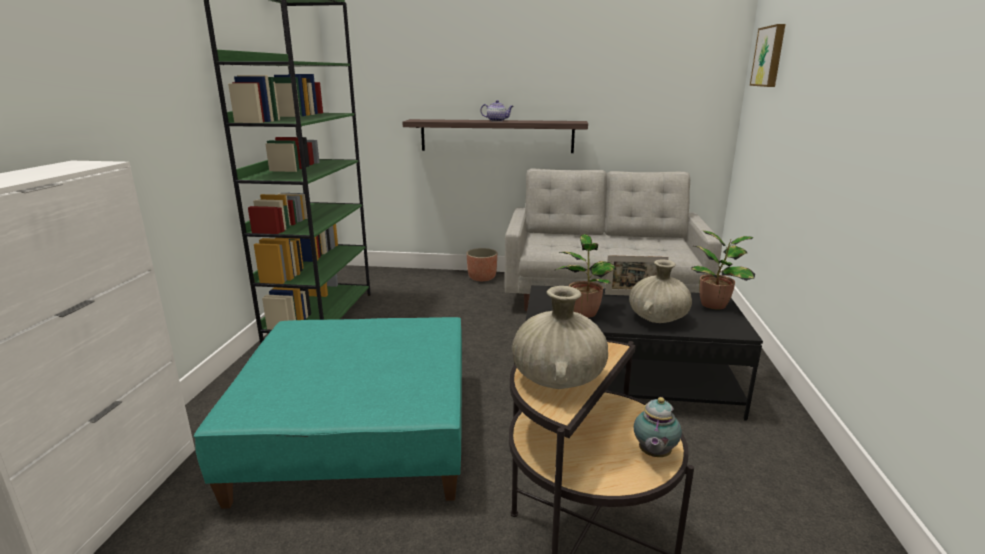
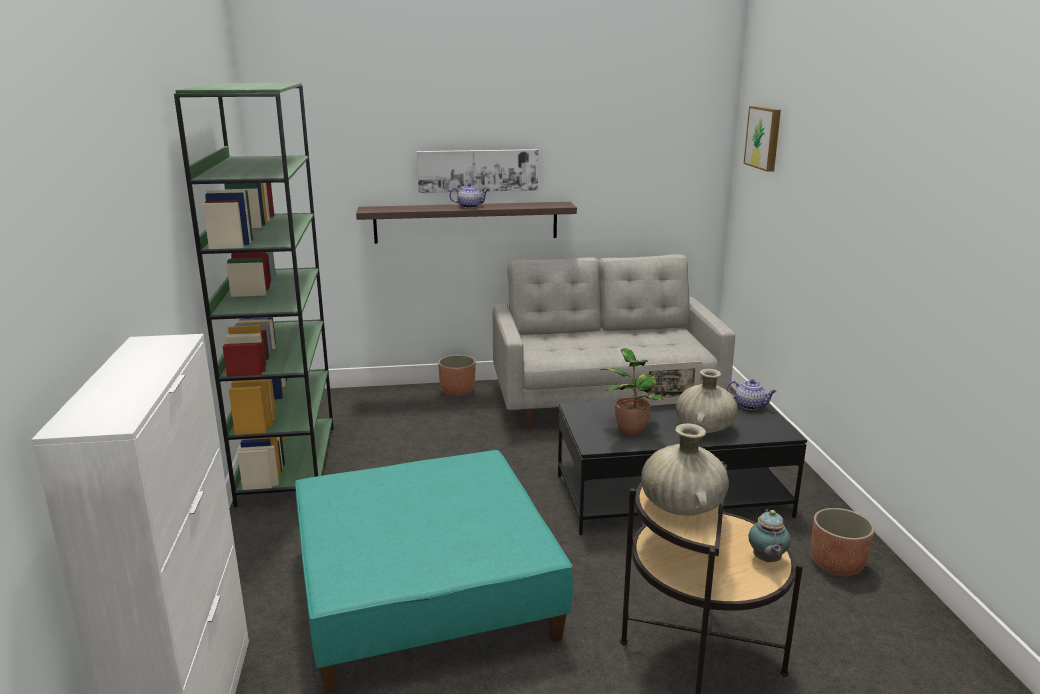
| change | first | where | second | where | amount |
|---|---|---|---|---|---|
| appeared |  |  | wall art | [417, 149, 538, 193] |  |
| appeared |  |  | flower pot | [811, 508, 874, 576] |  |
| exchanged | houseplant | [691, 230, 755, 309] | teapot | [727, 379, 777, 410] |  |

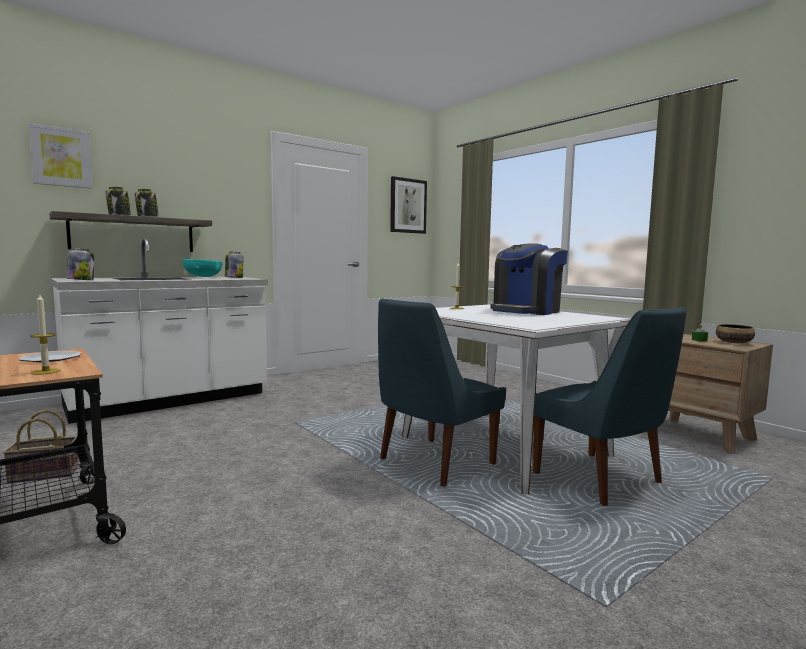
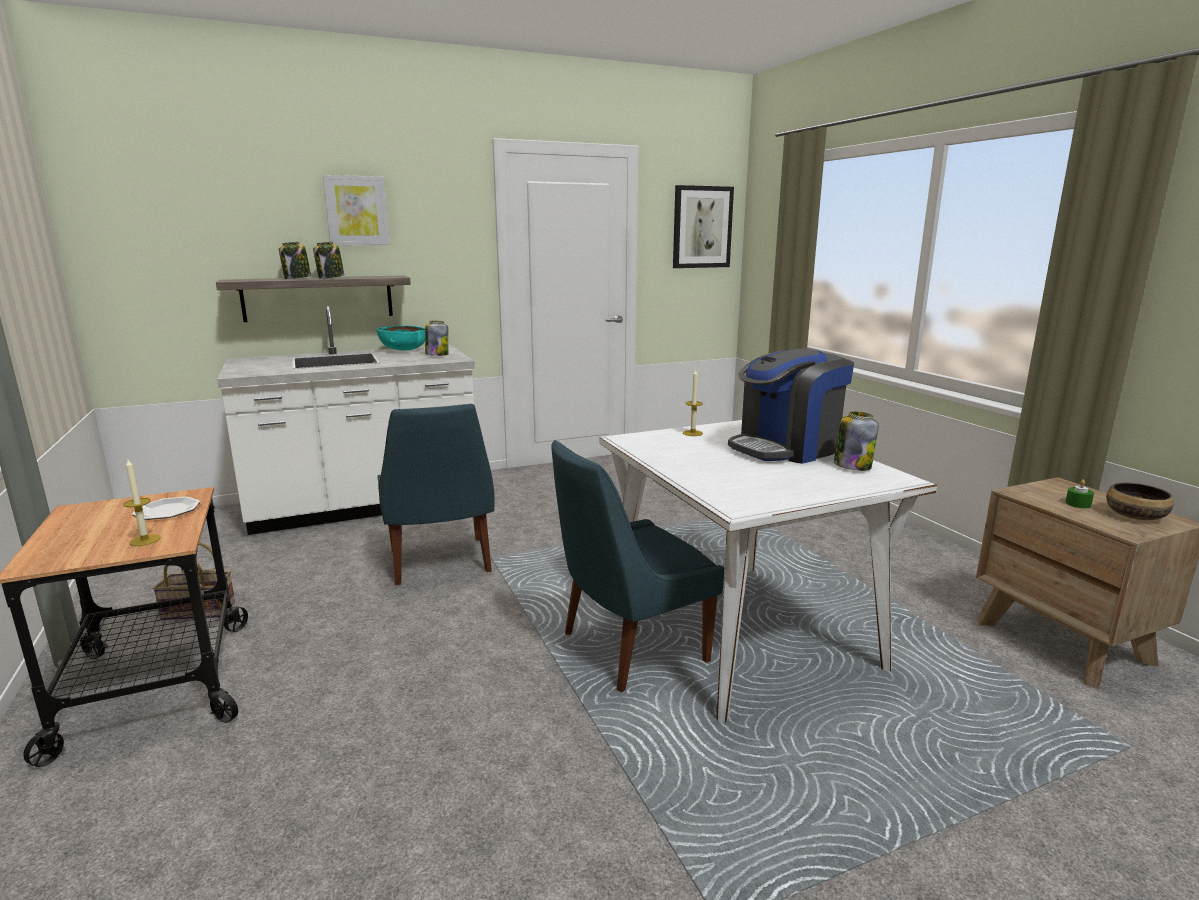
| change | first | where | second | where | amount |
|---|---|---|---|---|---|
| relocated | wall art | [29, 123, 92, 189] |  | [323, 175, 389, 245] |  |
| relocated | preserve jar | [67, 248, 94, 280] |  | [834, 412, 879, 471] |  |
| relocated | blue chair | [533, 307, 687, 506] |  | [377, 404, 495, 586] |  |

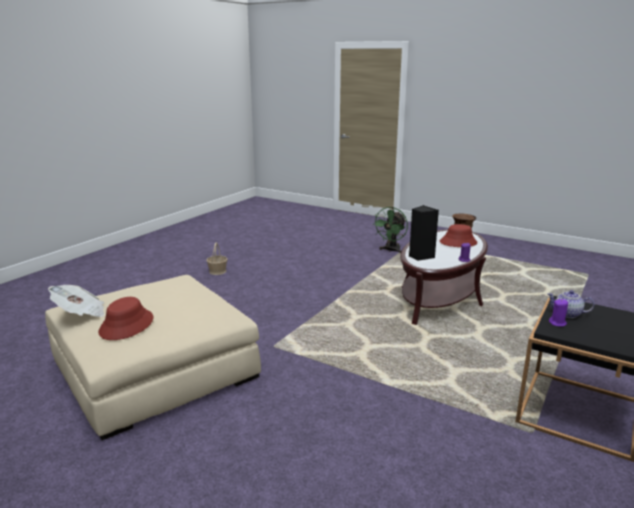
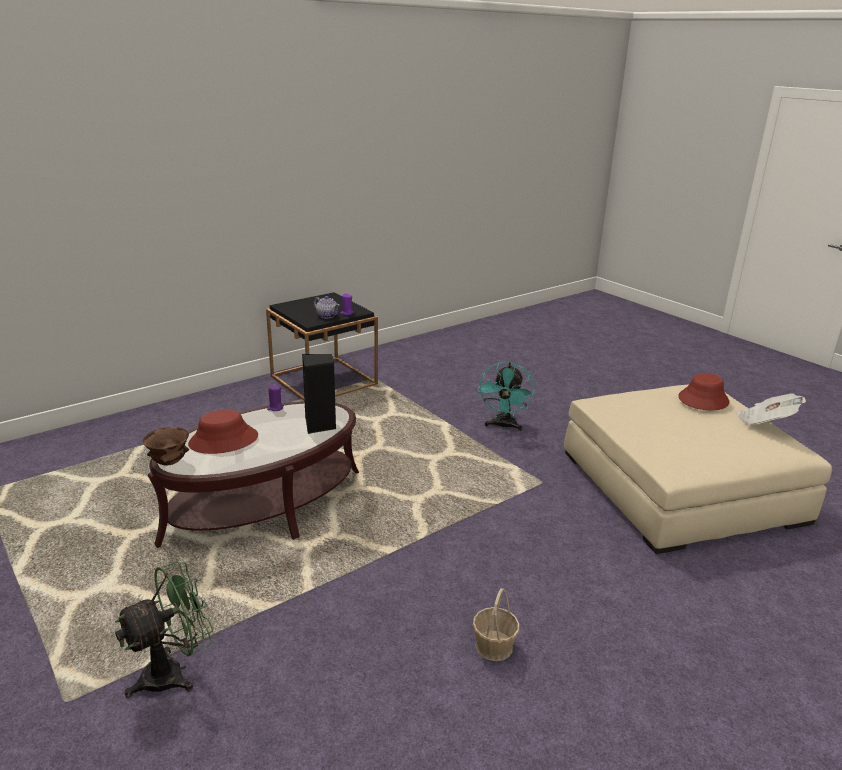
| change | first | where | second | where | amount |
|---|---|---|---|---|---|
| appeared |  |  | turquoise electric fan | [478, 362, 534, 431] |  |
| relocated | basket | [206, 242, 228, 275] |  | [473, 588, 520, 661] |  |

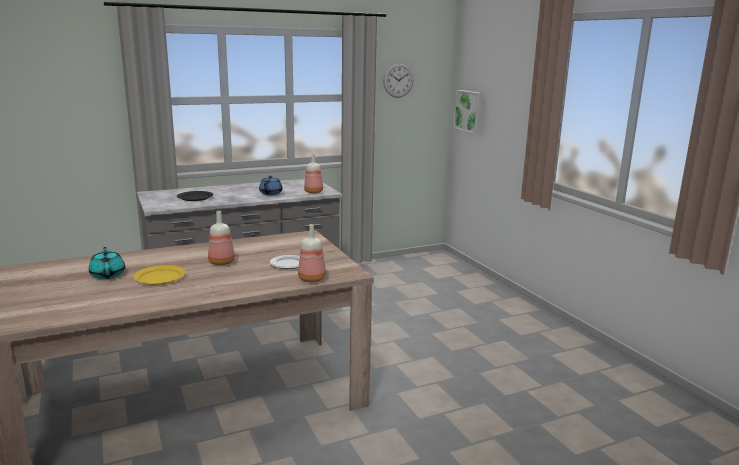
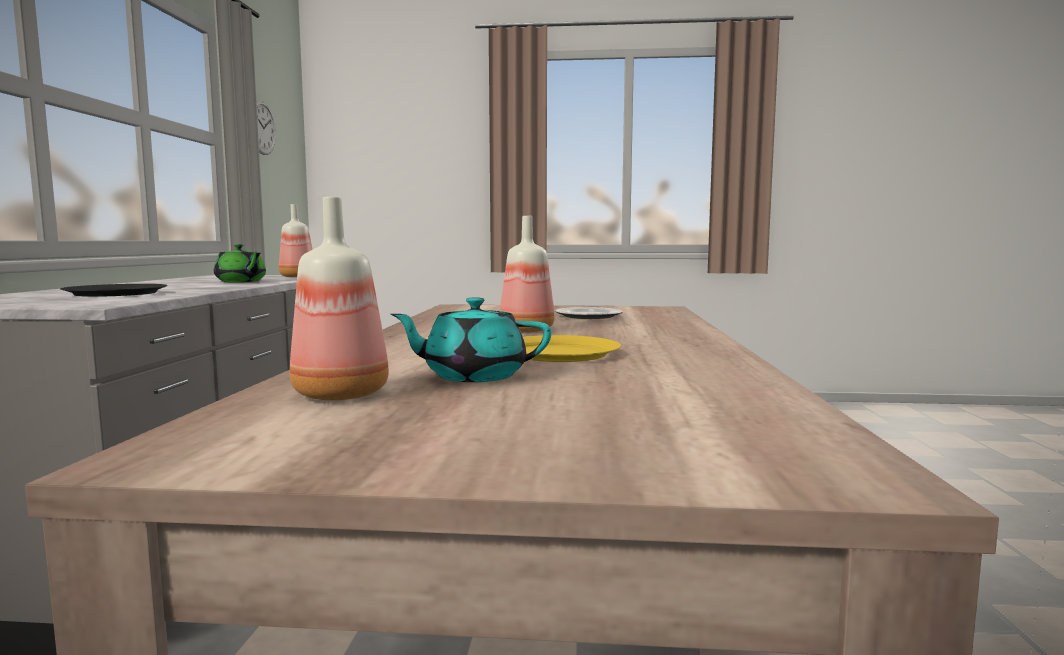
| change | first | where | second | where | amount |
|---|---|---|---|---|---|
| missing | wall art | [453, 90, 482, 134] |  |  |  |
| relocated | drink bottle | [298, 224, 326, 282] |  | [290, 197, 389, 400] |  |
| colour | blue teapot | [259, 176, 283, 195] | green-coloured teapot | [214, 244, 266, 282] |  |

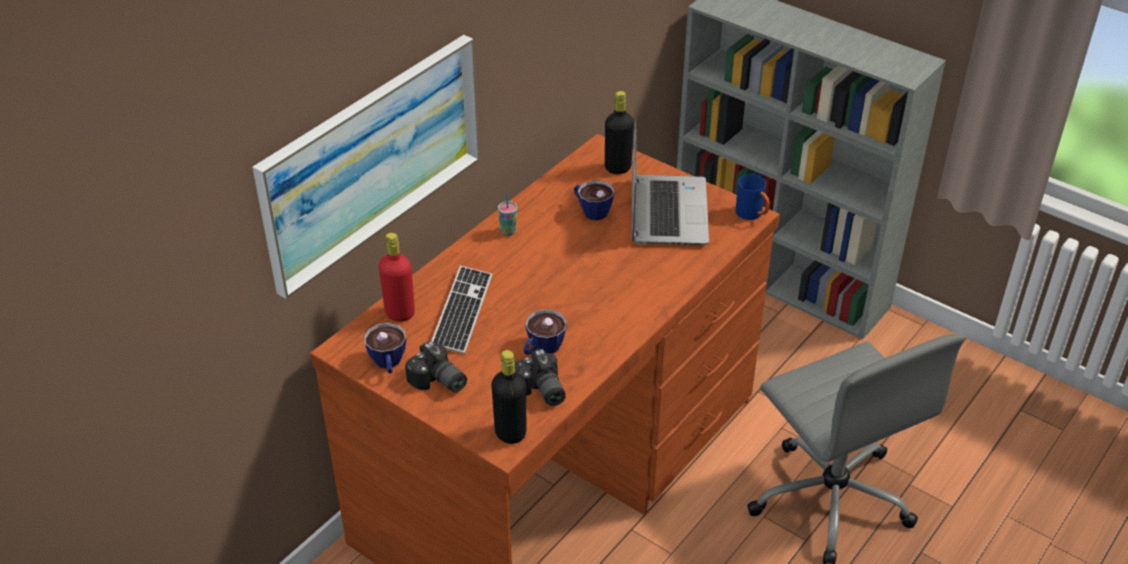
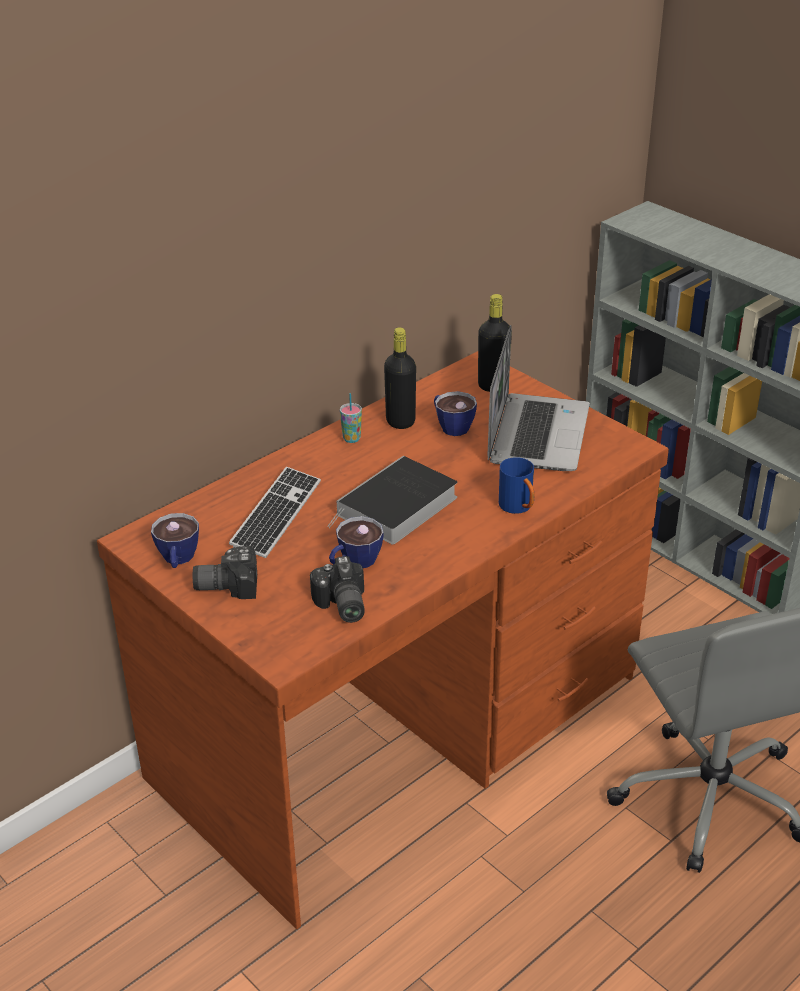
| change | first | where | second | where | amount |
|---|---|---|---|---|---|
| missing | wall art | [252, 35, 480, 299] |  |  |  |
| missing | red drink bottle | [379, 233, 415, 322] |  |  |  |
| appeared |  |  | book | [327, 456, 458, 544] |  |
| relocated | blackish drink bottle | [491, 350, 526, 444] |  | [384, 327, 416, 429] |  |
| relocated | blue mug | [736, 175, 770, 220] |  | [499, 457, 535, 514] |  |
| spun | photo camera | [405, 341, 467, 393] |  | [193, 546, 257, 599] | 120 degrees clockwise |

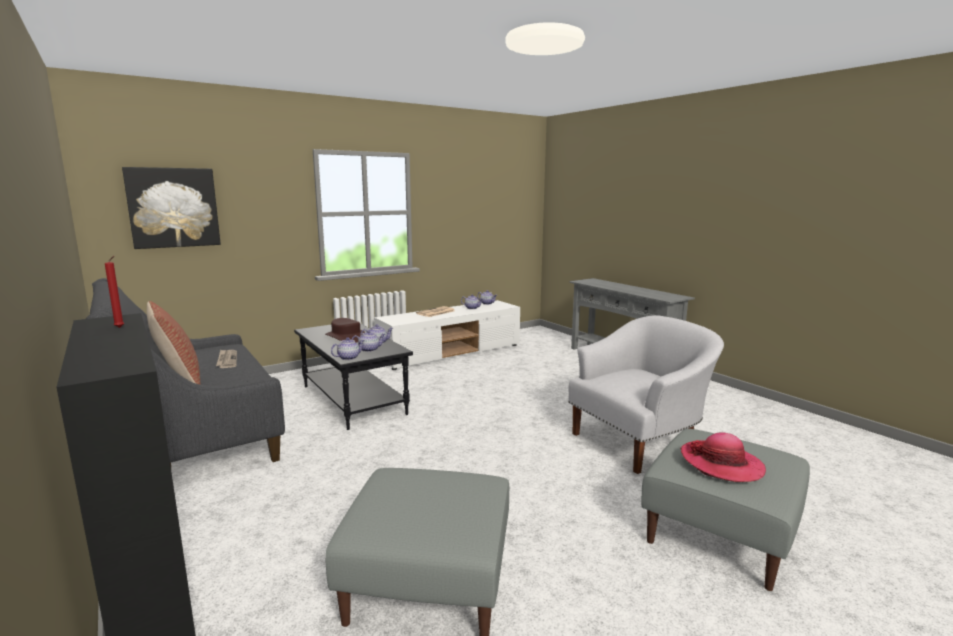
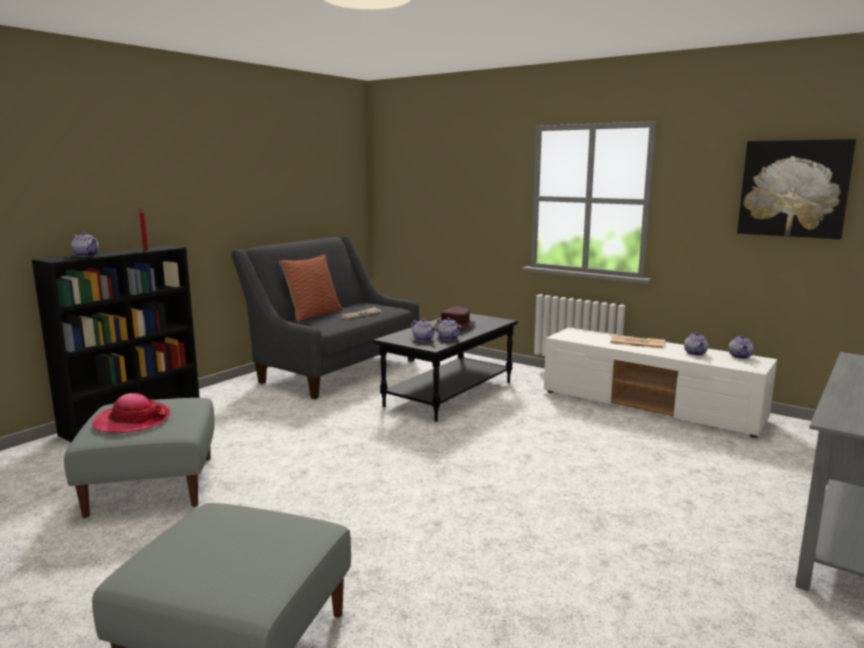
| change | first | where | second | where | amount |
|---|---|---|---|---|---|
| missing | white-coloured armchair | [568, 315, 724, 474] |  |  |  |
| relocated | wall art | [122, 167, 221, 249] |  | [737, 139, 856, 239] |  |
| relocated | teapot | [331, 337, 364, 360] |  | [71, 232, 99, 257] |  |
| relocated | wearable hat | [680, 432, 766, 482] |  | [92, 393, 170, 433] |  |

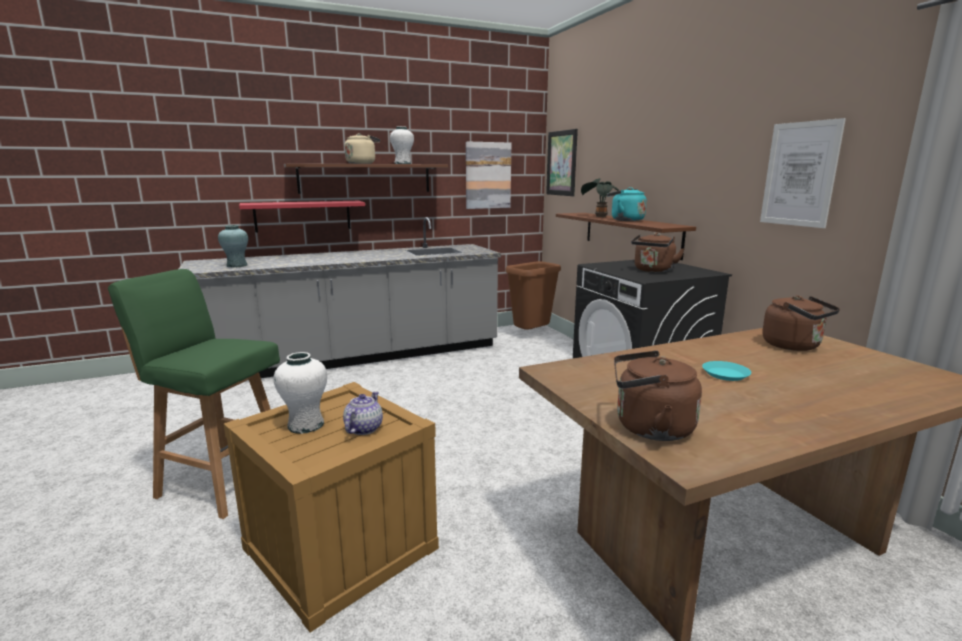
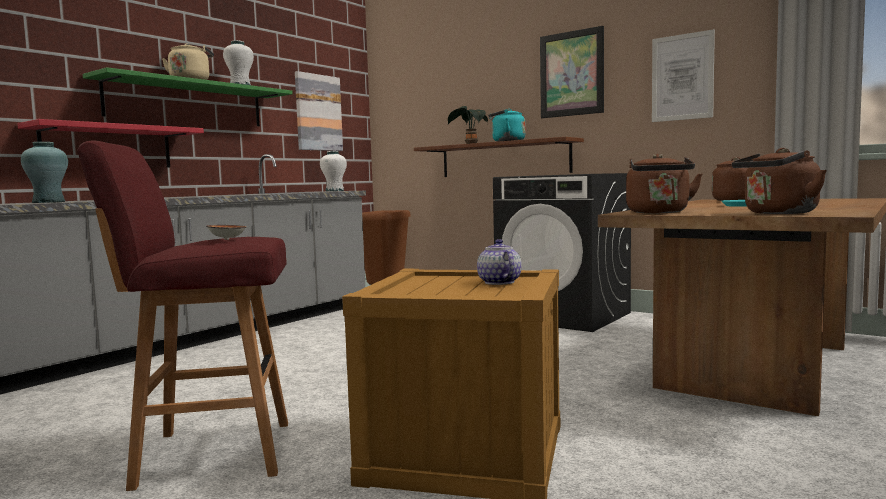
| change | first | where | second | where | amount |
|---|---|---|---|---|---|
| appeared |  |  | deep dish | [206, 225, 247, 240] |  |
| relocated | white-coloured flower vase | [274, 352, 327, 434] |  | [320, 151, 347, 191] |  |
| relocated | wall art | [546, 129, 578, 196] |  | [540, 26, 604, 118] |  |
| relocated | brown-coloured tea kettle | [631, 233, 684, 272] |  | [626, 154, 702, 213] |  |
| colour | green-coloured stool seat | [108, 269, 280, 519] | red stool seat | [78, 140, 288, 491] |  |
| colour | brown-coloured wall shelf | [284, 163, 448, 194] | green-coloured wall shelf | [83, 67, 293, 126] |  |

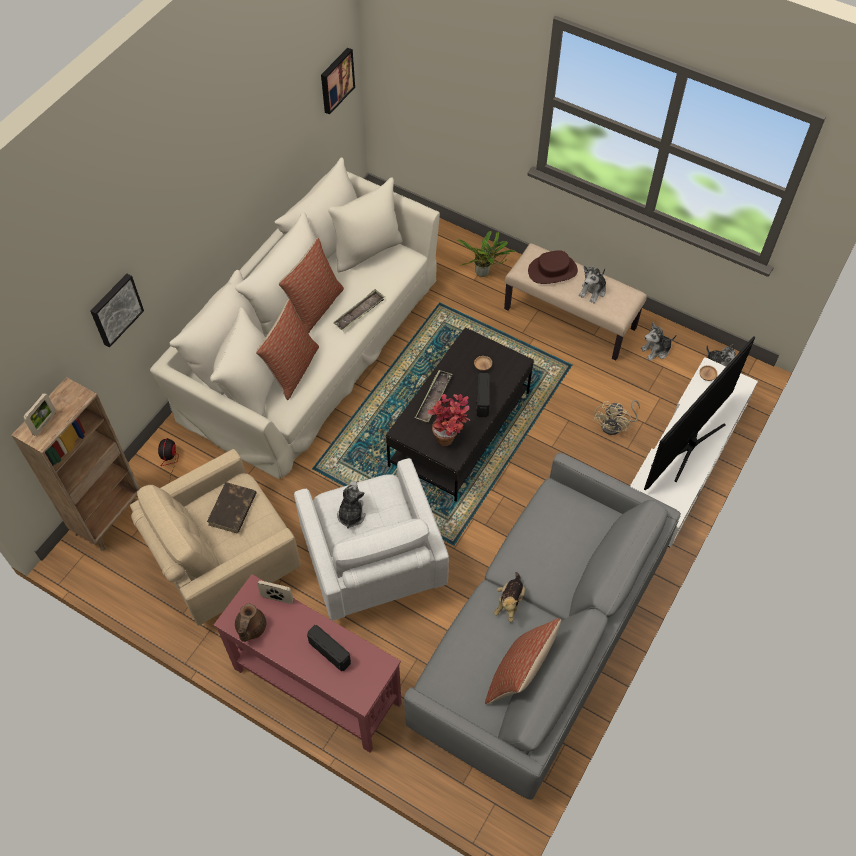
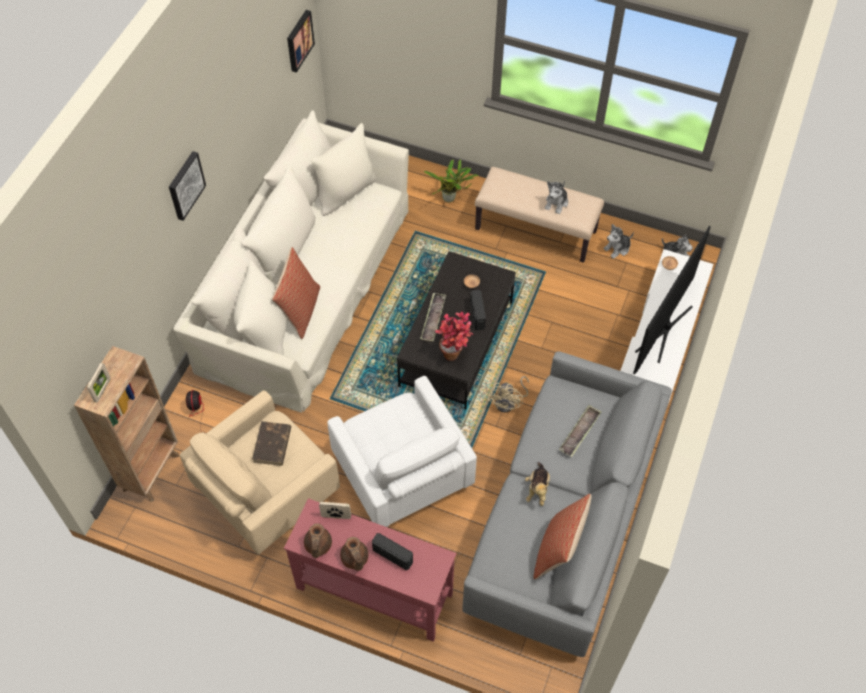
| change | first | where | second | where | amount |
|---|---|---|---|---|---|
| missing | throw pillow | [278, 238, 344, 333] |  |  |  |
| missing | plush toy | [337, 481, 366, 529] |  |  |  |
| missing | brown-coloured wearable hat | [528, 250, 578, 284] |  |  |  |
| appeared |  |  | brown-coloured teapot | [340, 537, 368, 571] |  |
| relocated | wall art | [90, 274, 144, 348] |  | [169, 151, 206, 221] |  |
| relocated | carrying tray | [334, 289, 385, 331] |  | [559, 405, 601, 457] |  |
| relocated | sand-coloured electric fan | [594, 400, 640, 435] |  | [487, 376, 529, 413] |  |

